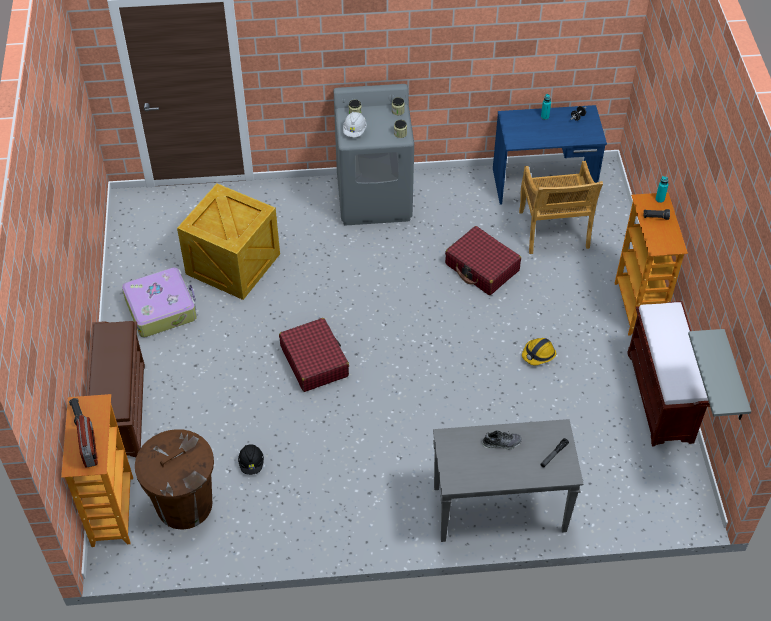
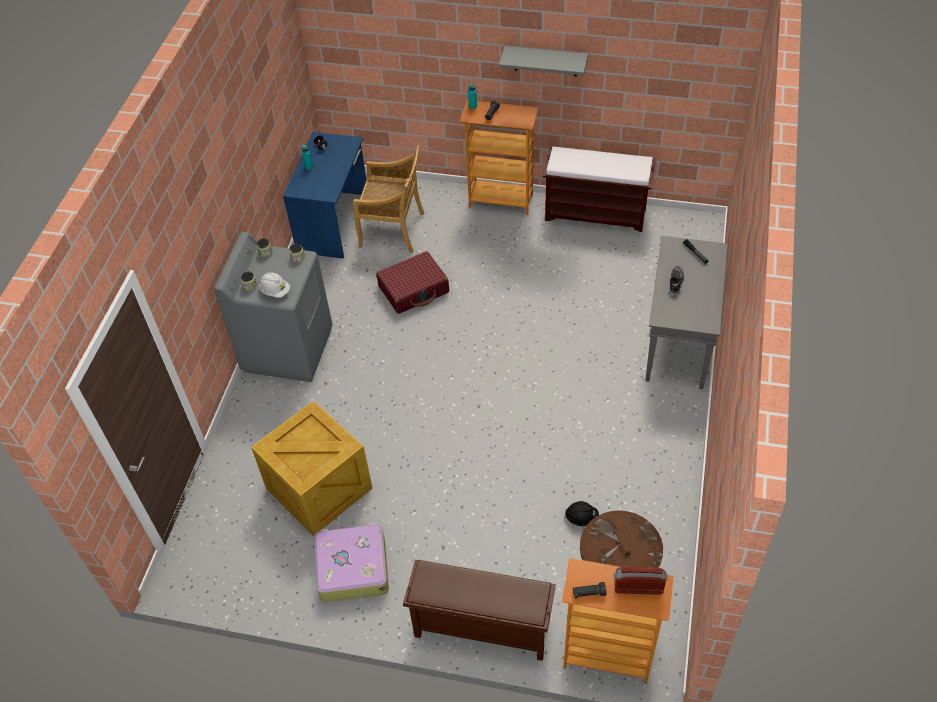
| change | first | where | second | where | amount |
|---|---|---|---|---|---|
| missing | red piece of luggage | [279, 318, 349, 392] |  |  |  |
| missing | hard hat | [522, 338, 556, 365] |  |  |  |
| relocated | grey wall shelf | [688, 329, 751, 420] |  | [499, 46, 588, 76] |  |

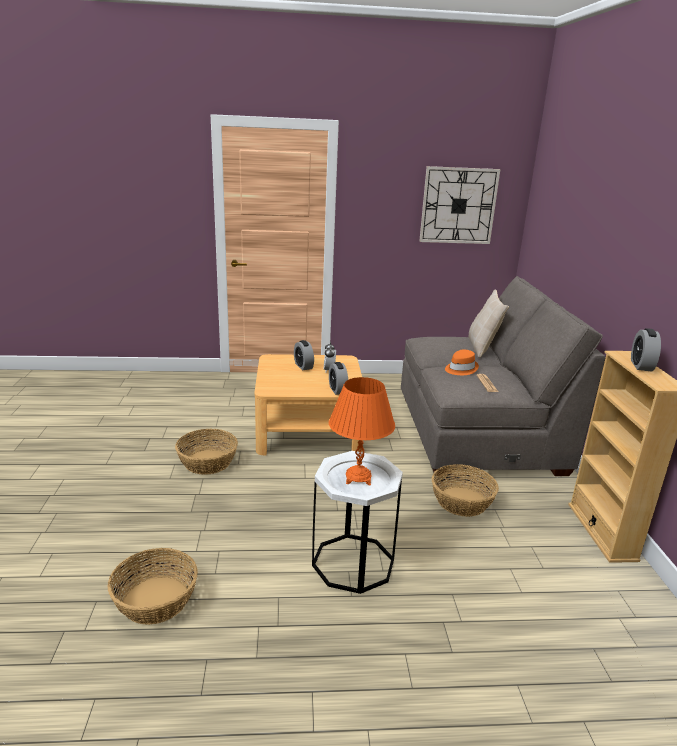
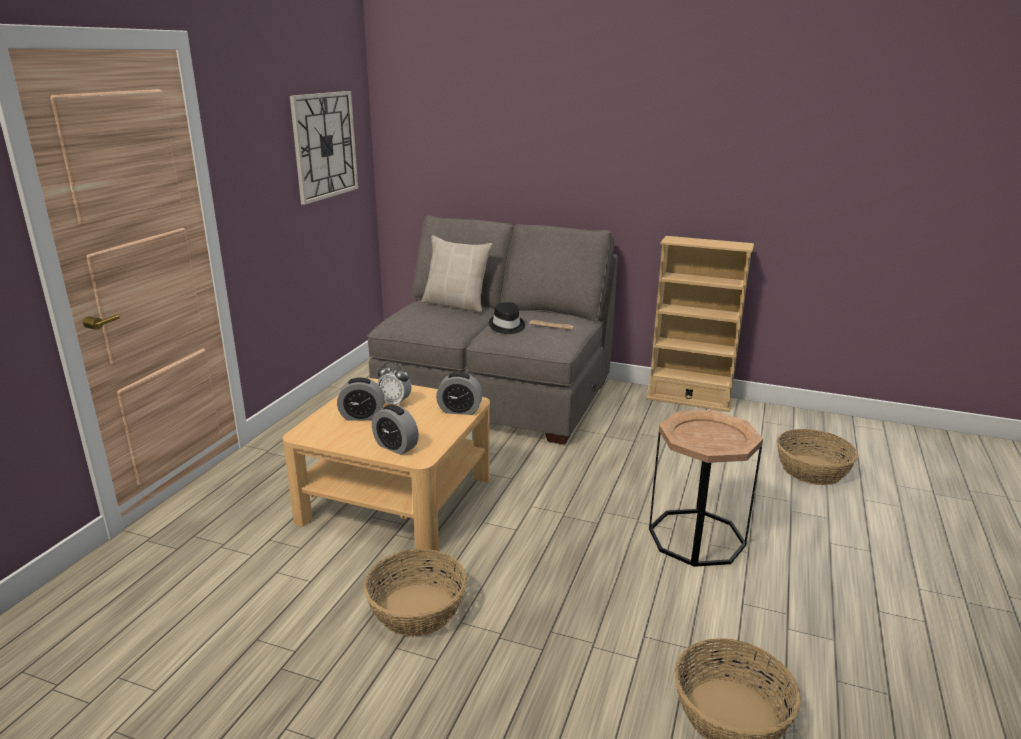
| change | first | where | second | where | amount |
|---|---|---|---|---|---|
| missing | orange-coloured lamp for a table | [329, 377, 395, 485] |  |  |  |
| relocated | basket | [432, 464, 499, 517] |  | [777, 429, 858, 485] |  |
| relocated | table clock | [631, 328, 661, 372] |  | [372, 404, 419, 455] |  |
| colour | white-coloured side table | [312, 451, 403, 594] | brown-coloured side table | [649, 410, 763, 567] |  |
| colour | orange-coloured wearable hat | [445, 350, 479, 375] | blackish wearable hat | [489, 302, 525, 334] |  |

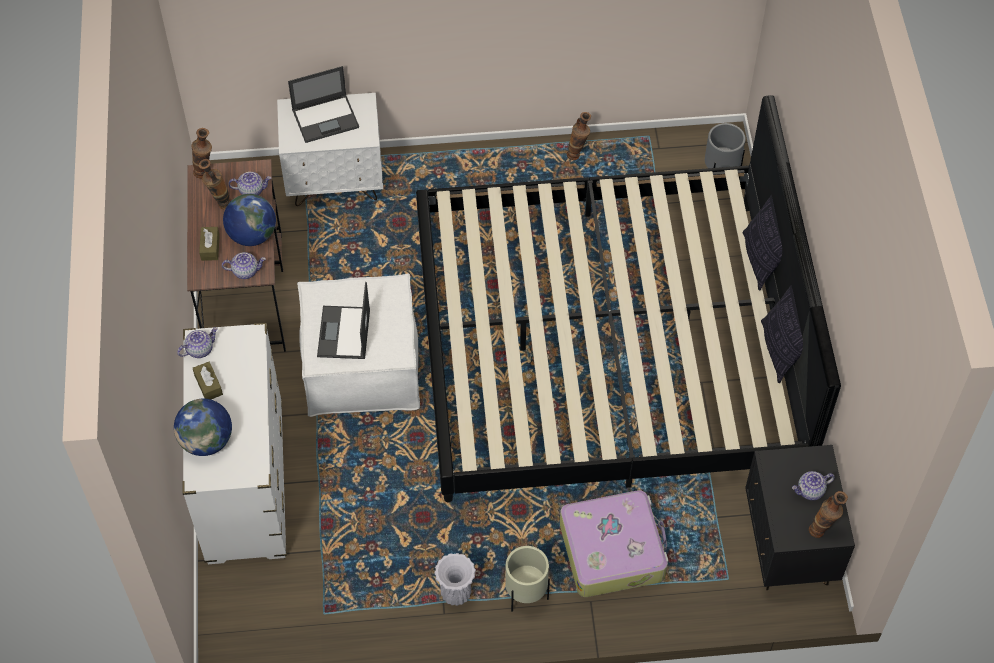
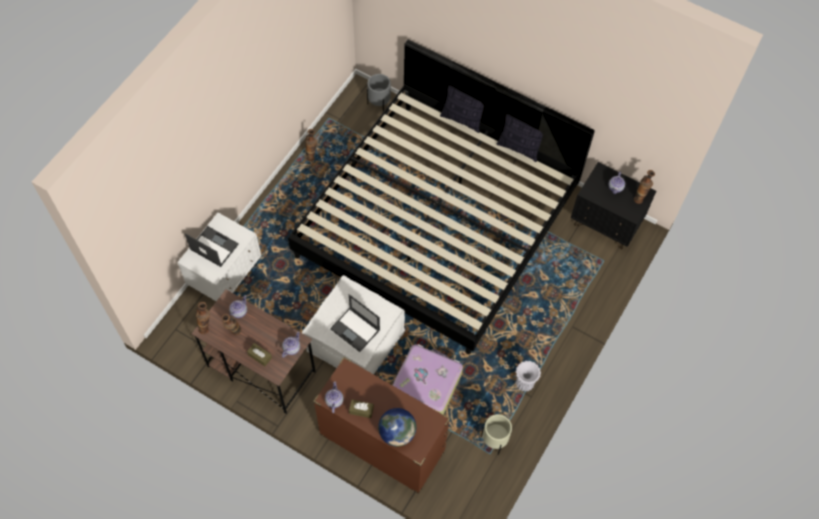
| change | first | where | second | where | amount |
|---|---|---|---|---|---|
| missing | globe | [223, 194, 276, 246] |  |  |  |
| relocated | sand-coloured flower pot | [505, 546, 550, 612] |  | [481, 414, 512, 455] |  |
| relocated | piece of luggage | [560, 490, 669, 597] |  | [393, 344, 463, 415] |  |
| colour | white-coloured drawer chest | [183, 323, 287, 564] | brown-coloured drawer chest | [313, 357, 450, 494] |  |
| spun | portable computer | [288, 66, 359, 143] |  | [185, 226, 239, 267] | 75 degrees counterclockwise |

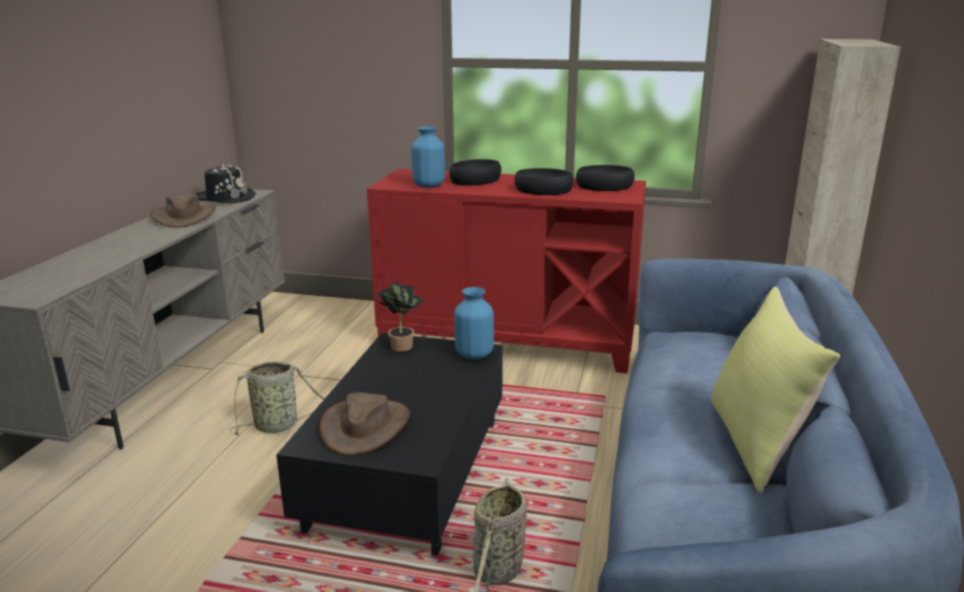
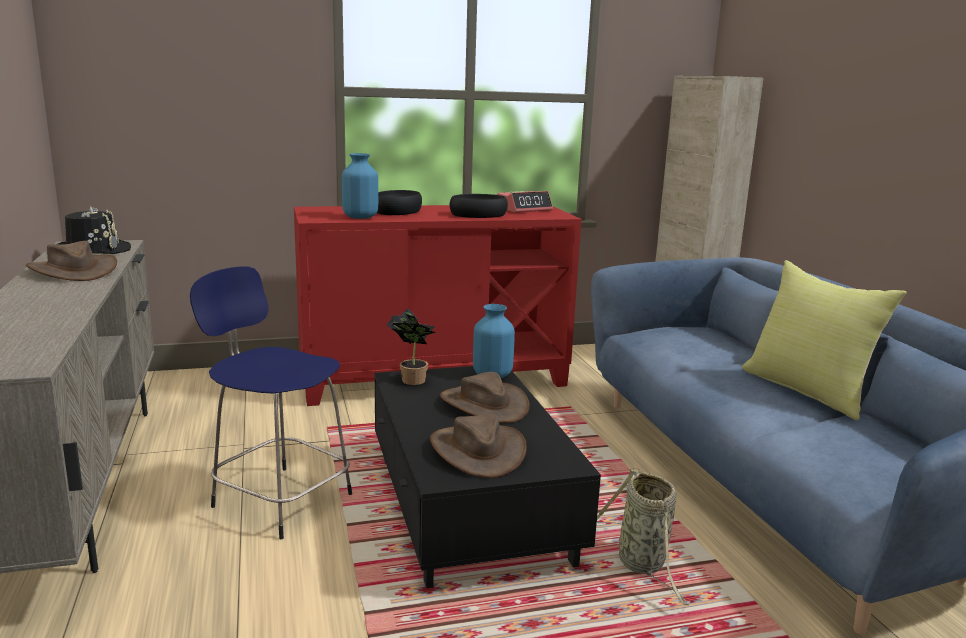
| change | first | where | second | where | amount |
|---|---|---|---|---|---|
| appeared |  |  | brown-coloured wearable hat | [440, 372, 530, 423] |  |
| exchanged | basket | [229, 361, 325, 436] | blue stool seat | [190, 266, 352, 539] |  |
| exchanged | blackish deep dish | [576, 165, 635, 191] | table clock | [497, 191, 553, 212] |  |

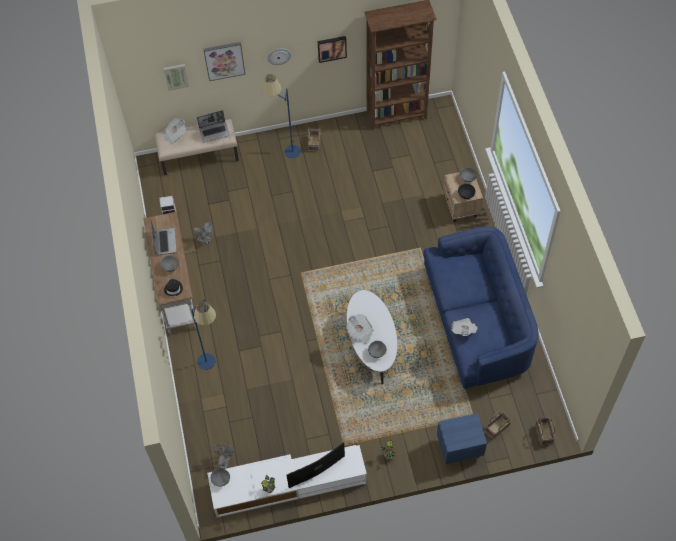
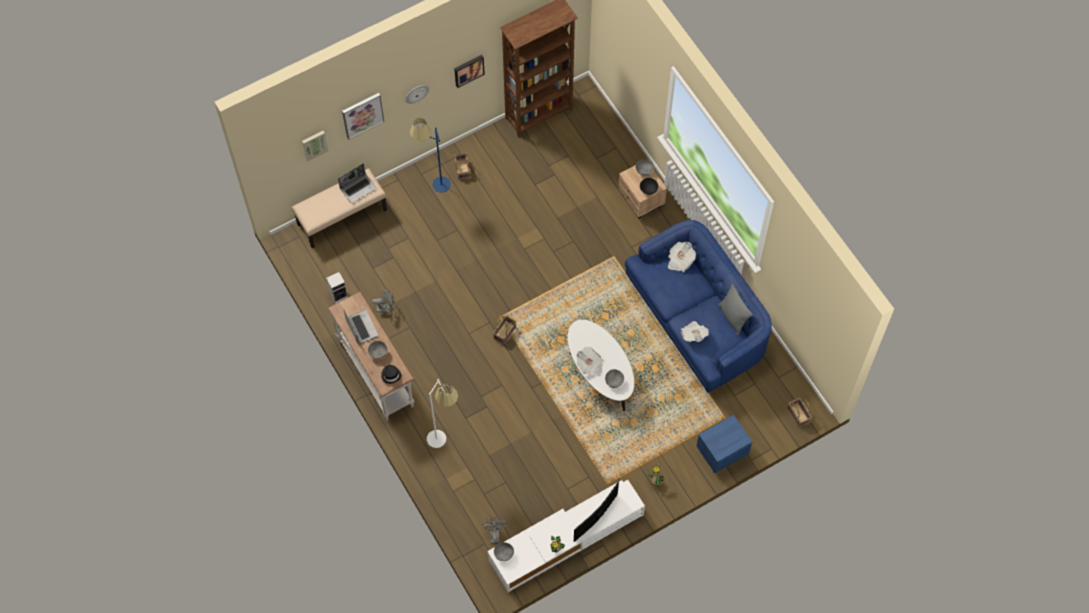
| change | first | where | second | where | amount |
|---|---|---|---|---|---|
| appeared |  |  | grey throw pillow | [718, 284, 753, 336] |  |
| relocated | daily paper | [162, 118, 186, 144] |  | [668, 242, 696, 272] |  |
| relocated | basket | [485, 411, 511, 439] |  | [493, 316, 516, 344] |  |
| colour | blue standing lamp | [191, 299, 216, 370] | white-coloured standing lamp | [427, 379, 458, 448] |  |

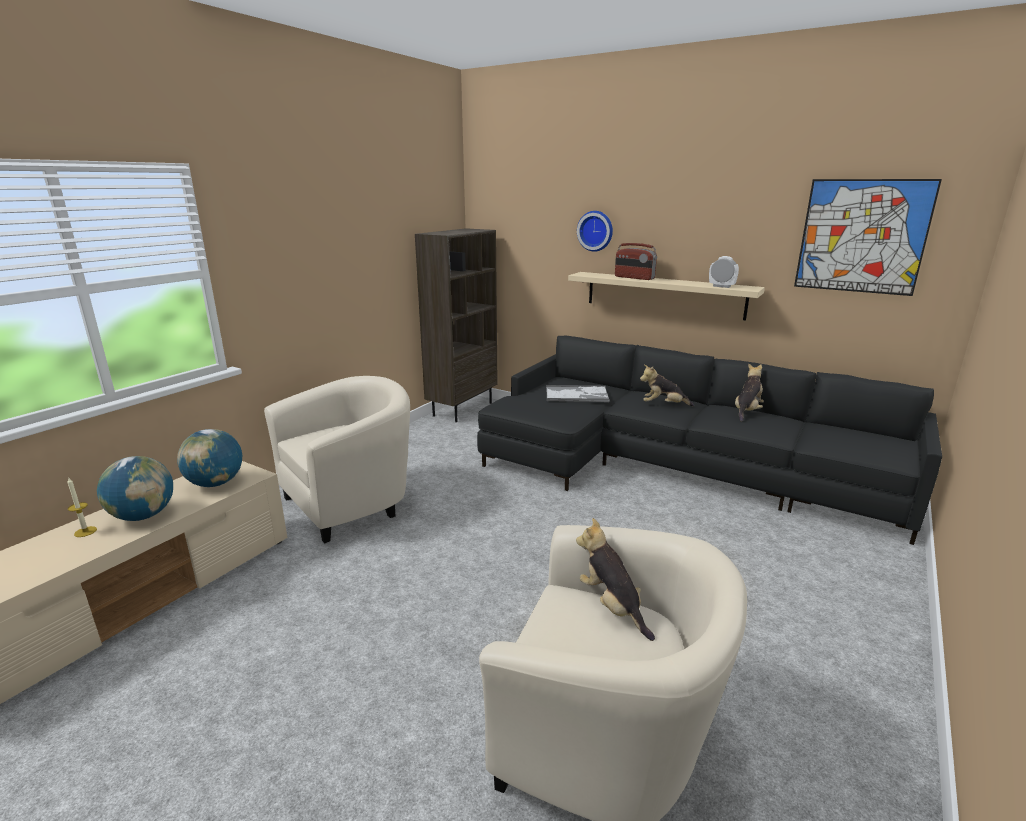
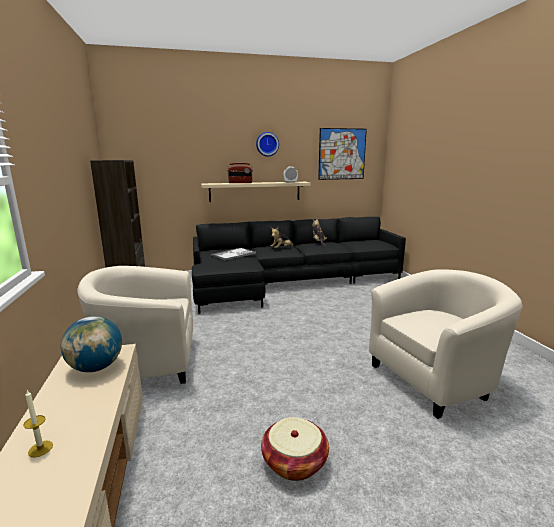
| change | first | where | second | where | amount |
|---|---|---|---|---|---|
| missing | globe | [97, 456, 173, 521] |  |  |  |
| missing | plush toy | [576, 518, 655, 641] |  |  |  |
| appeared |  |  | basket | [261, 417, 329, 481] |  |
| relocated | hanging clock | [577, 211, 613, 252] |  | [256, 132, 279, 157] |  |
| spun | sand-coloured armchair | [264, 376, 410, 543] |  | [78, 266, 193, 384] | 105 degrees counterclockwise |

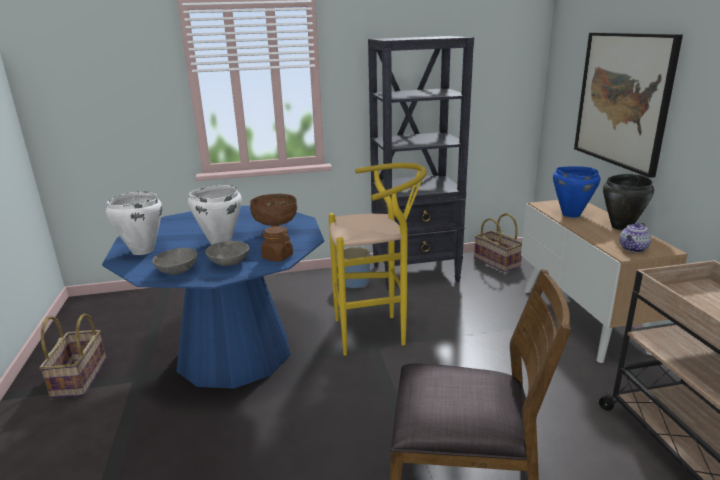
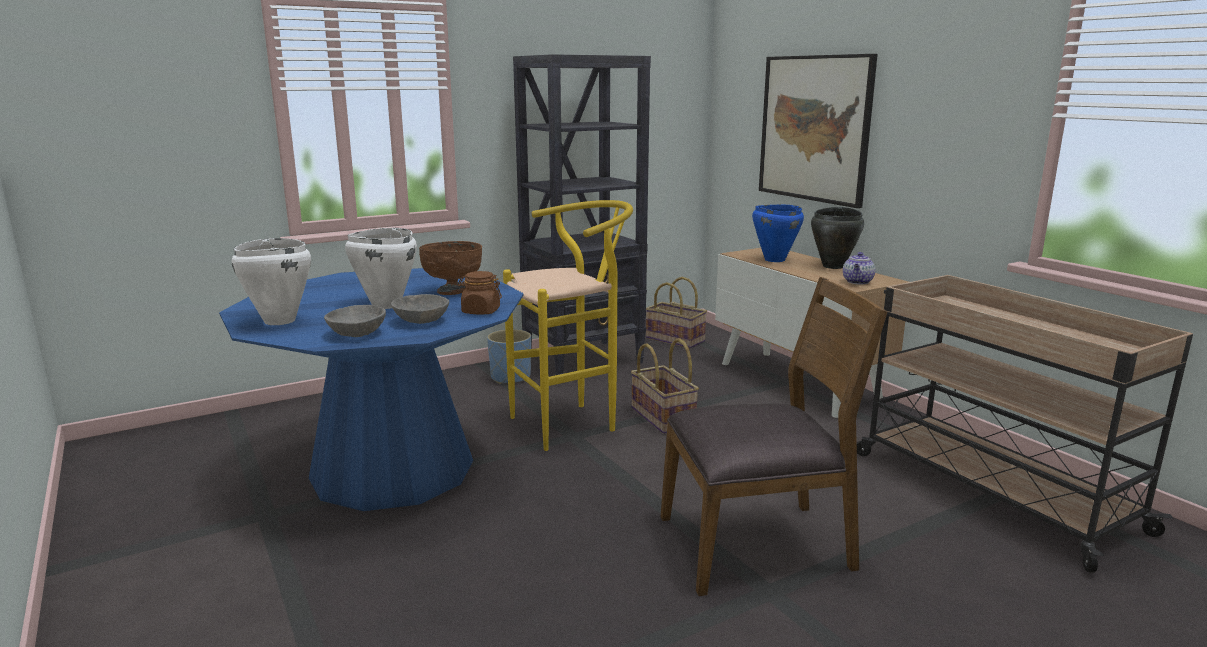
| change | first | where | second | where | amount |
|---|---|---|---|---|---|
| relocated | basket | [39, 314, 106, 398] |  | [631, 338, 699, 434] |  |

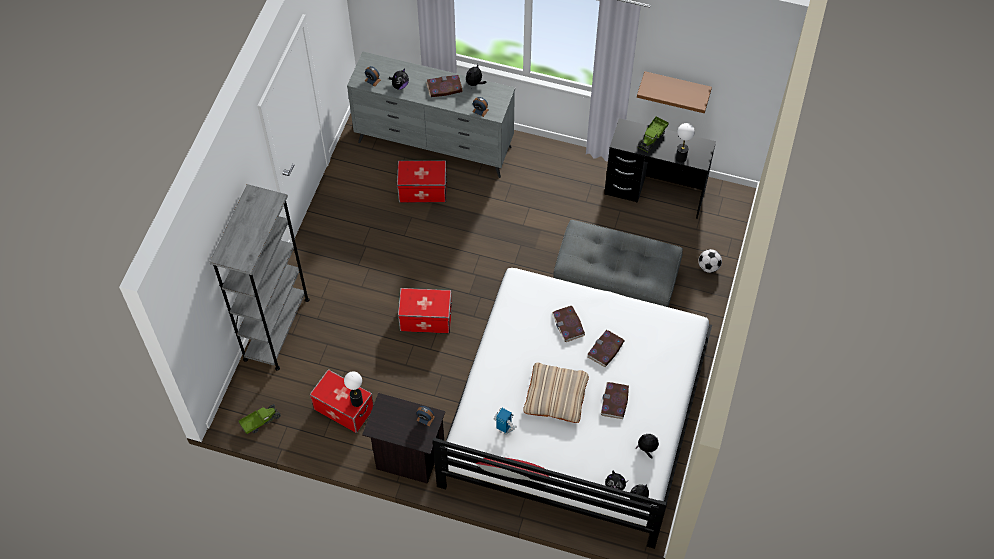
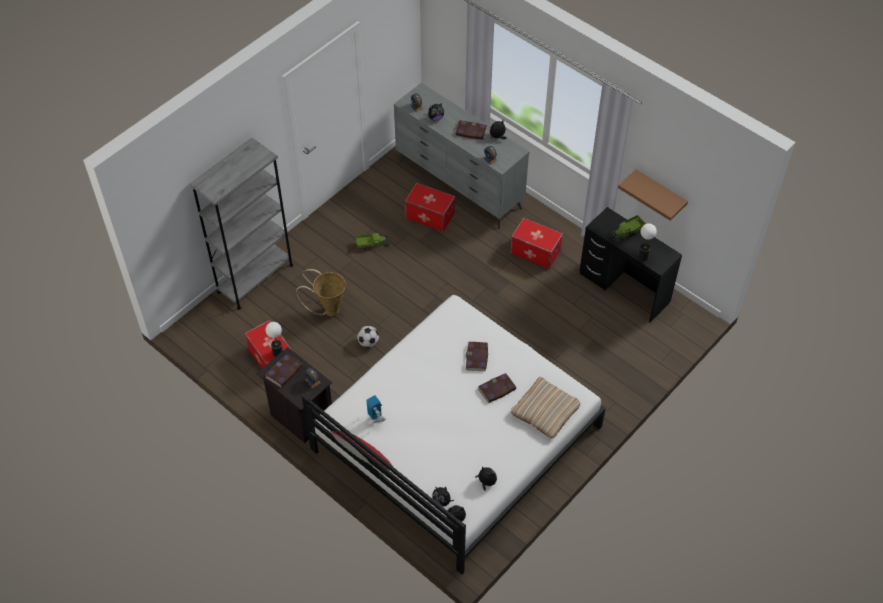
| change | first | where | second | where | amount |
|---|---|---|---|---|---|
| missing | grey footrest | [553, 220, 683, 307] |  |  |  |
| appeared |  |  | basket | [296, 269, 346, 317] |  |
| relocated | model truck | [239, 404, 281, 434] |  | [355, 233, 390, 251] |  |
| relocated | storage bin | [398, 288, 452, 333] |  | [511, 218, 563, 269] |  |
| relocated | sand-coloured throw pillow | [523, 363, 589, 423] |  | [511, 377, 581, 439] |  |
| relocated | book | [601, 382, 629, 419] |  | [266, 354, 303, 387] |  |
| relocated | football ball | [698, 249, 722, 273] |  | [357, 326, 379, 348] |  |

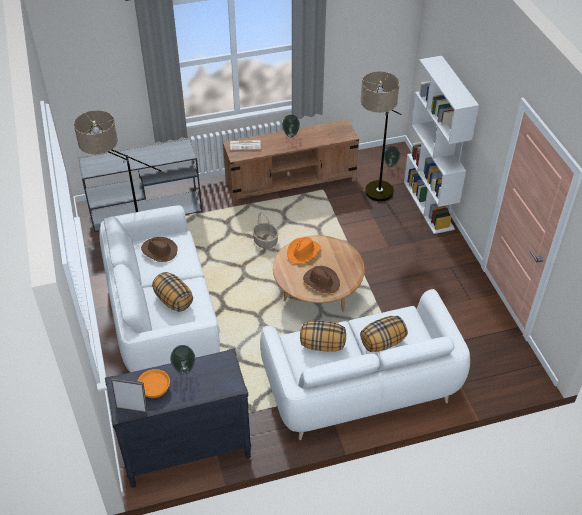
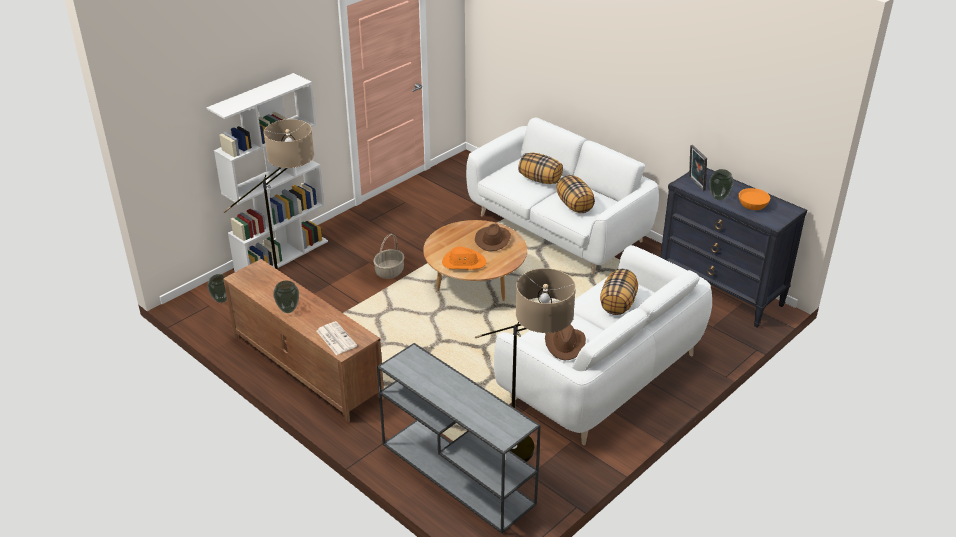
| change | first | where | second | where | amount |
|---|---|---|---|---|---|
| relocated | photo frame | [111, 378, 147, 412] |  | [689, 145, 707, 191] |  |
| relocated | basket | [252, 212, 279, 249] |  | [373, 234, 404, 279] |  |

